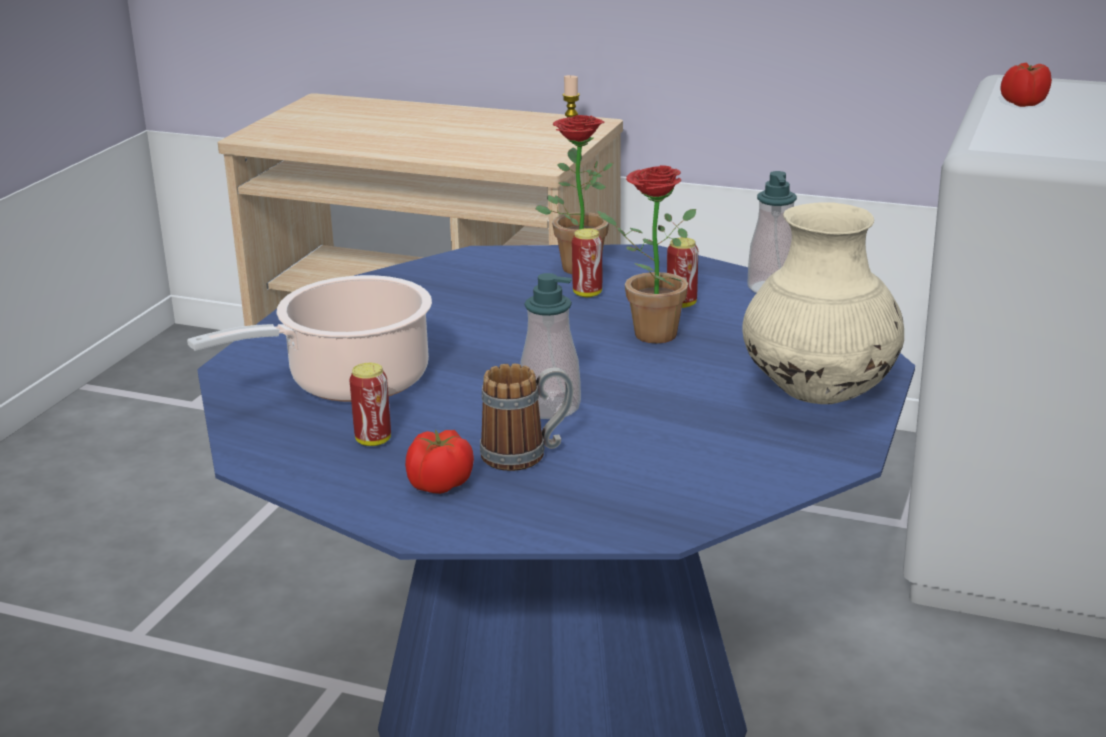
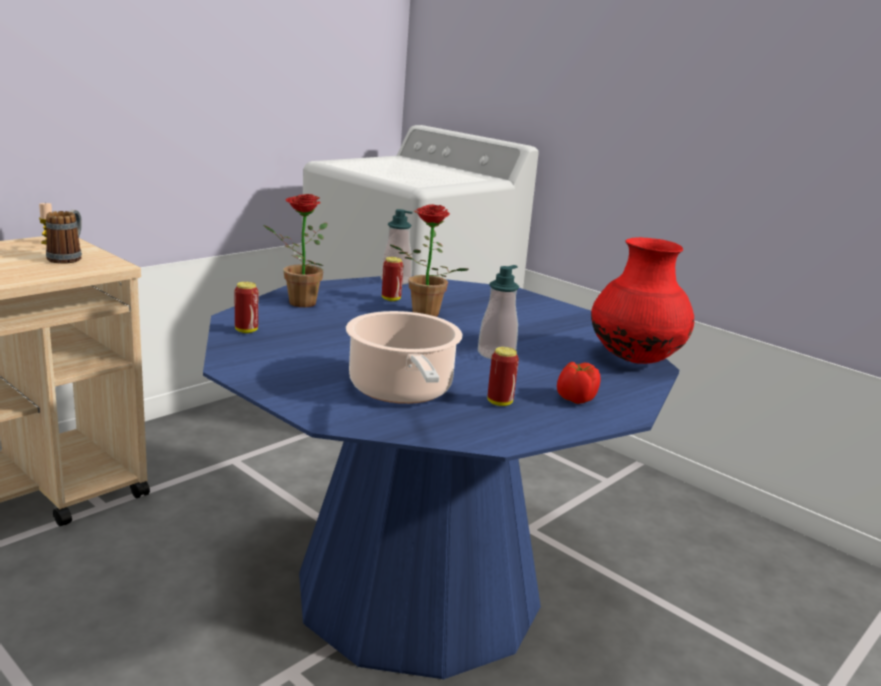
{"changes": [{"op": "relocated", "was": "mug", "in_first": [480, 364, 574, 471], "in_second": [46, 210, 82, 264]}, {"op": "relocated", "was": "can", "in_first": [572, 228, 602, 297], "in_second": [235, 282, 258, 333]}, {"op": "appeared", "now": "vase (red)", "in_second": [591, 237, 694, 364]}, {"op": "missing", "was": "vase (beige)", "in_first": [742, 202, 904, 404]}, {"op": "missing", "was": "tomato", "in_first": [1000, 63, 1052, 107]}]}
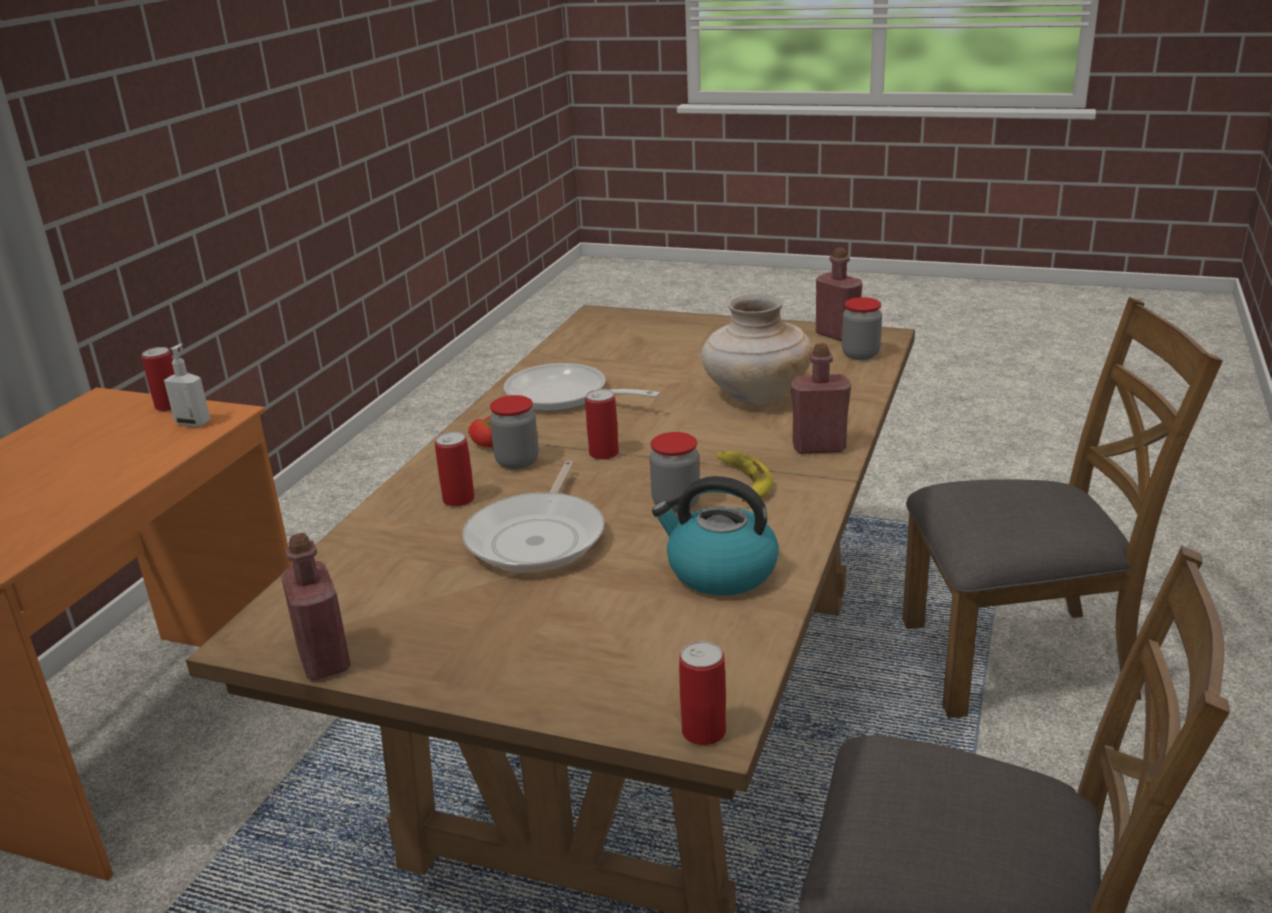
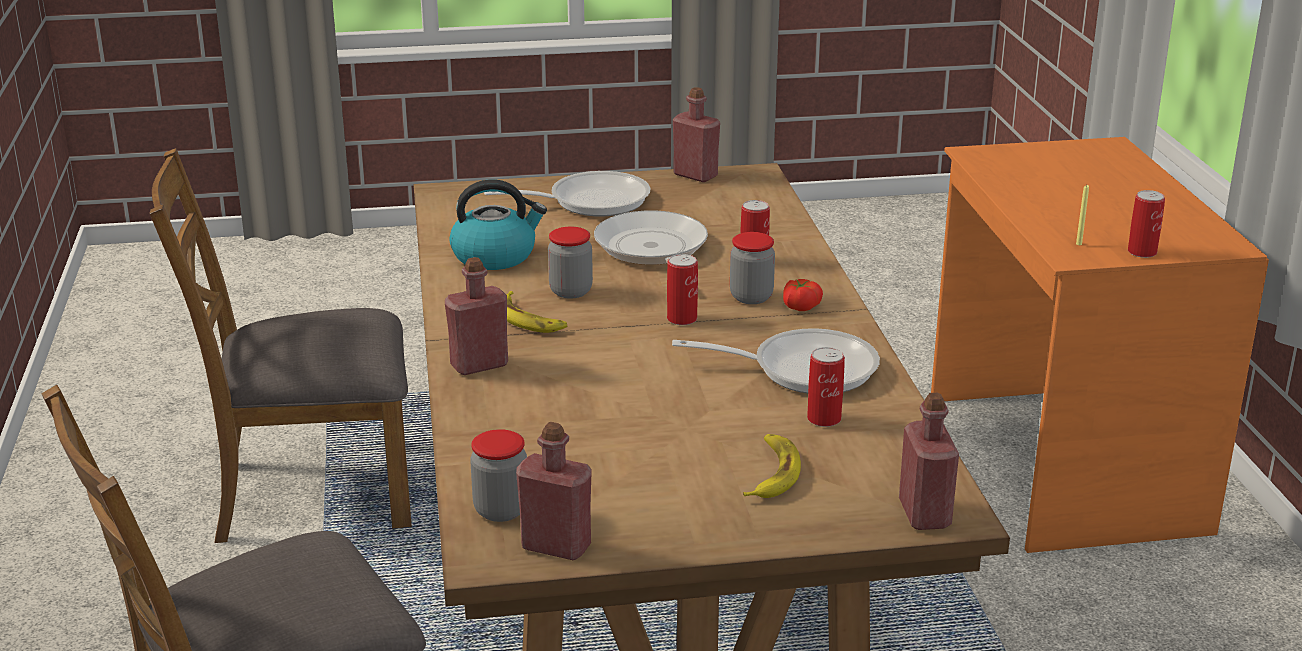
{"changes": [{"op": "appeared", "now": "frying pan", "in_second": [484, 171, 650, 216]}, {"op": "appeared", "now": "banana", "in_second": [743, 434, 801, 498]}, {"op": "relocated", "was": "can", "in_first": [679, 641, 726, 745], "in_second": [807, 347, 845, 427]}, {"op": "appeared", "now": "bottle (red)", "in_second": [899, 393, 959, 530]}, {"op": "exchanged", "was": "soap dispenser", "now": "candle (yellow)", "in_first": [164, 343, 211, 427], "in_second": [1076, 185, 1089, 245]}, {"op": "missing", "was": "vase (beige)", "in_first": [701, 294, 813, 404]}]}
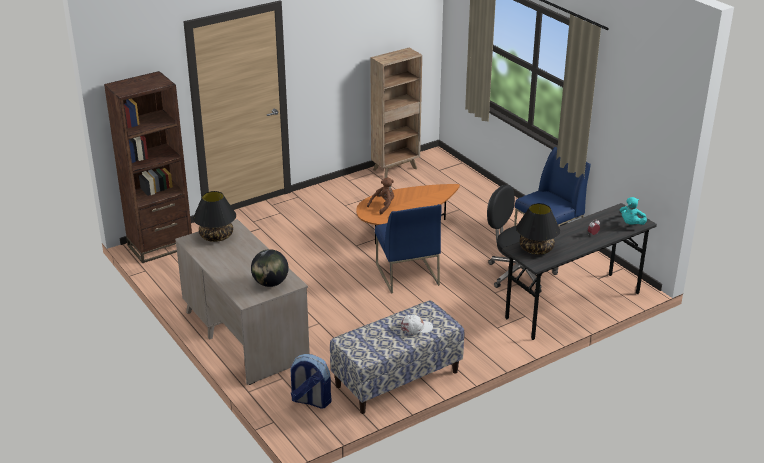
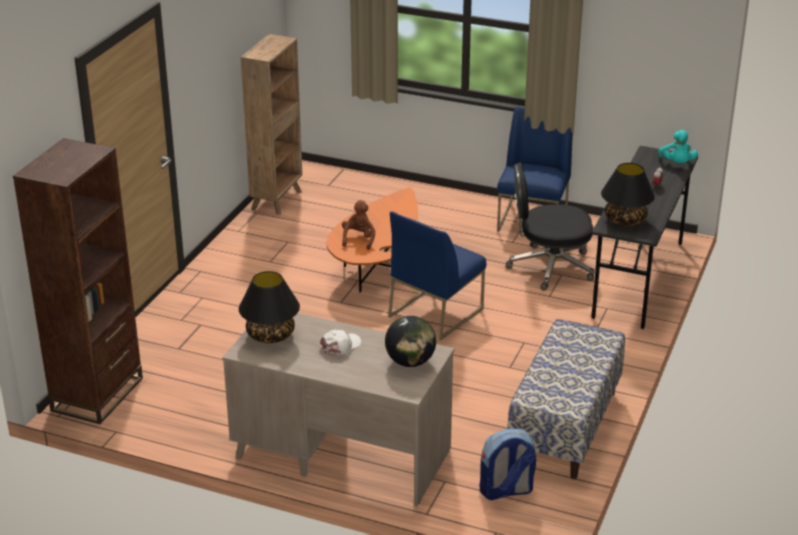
{"changes": [{"op": "relocated", "was": "cap (white)", "in_first": [400, 314, 433, 335], "in_second": [320, 330, 361, 356]}, {"op": "spun", "was": "chair (blue)", "in_first": [375, 204, 442, 294], "in_second": [388, 211, 486, 340], "clockwise": 90}]}
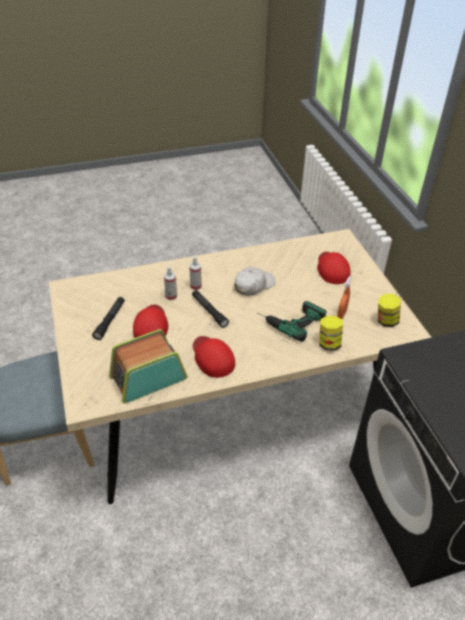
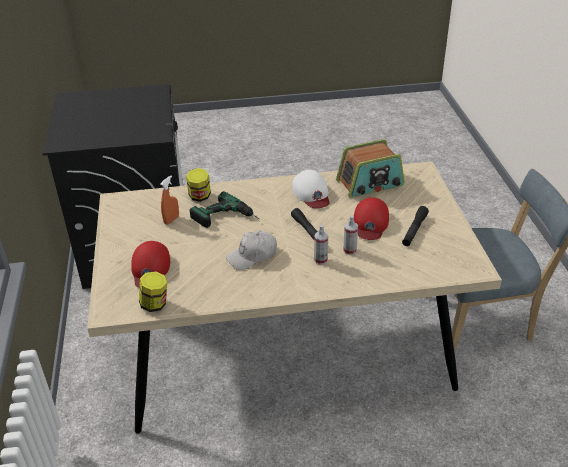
{"changes": [{"op": "relocated", "was": "jar", "in_first": [378, 294, 401, 327], "in_second": [139, 272, 167, 312]}, {"op": "colour", "was": "cap (red)", "now": "cap (white)", "in_first": [193, 336, 235, 378], "in_second": [292, 170, 330, 208]}]}
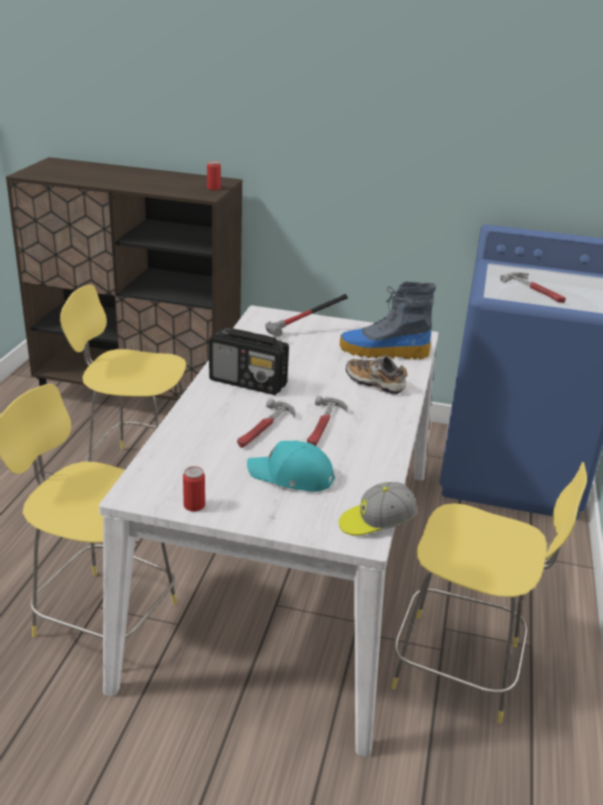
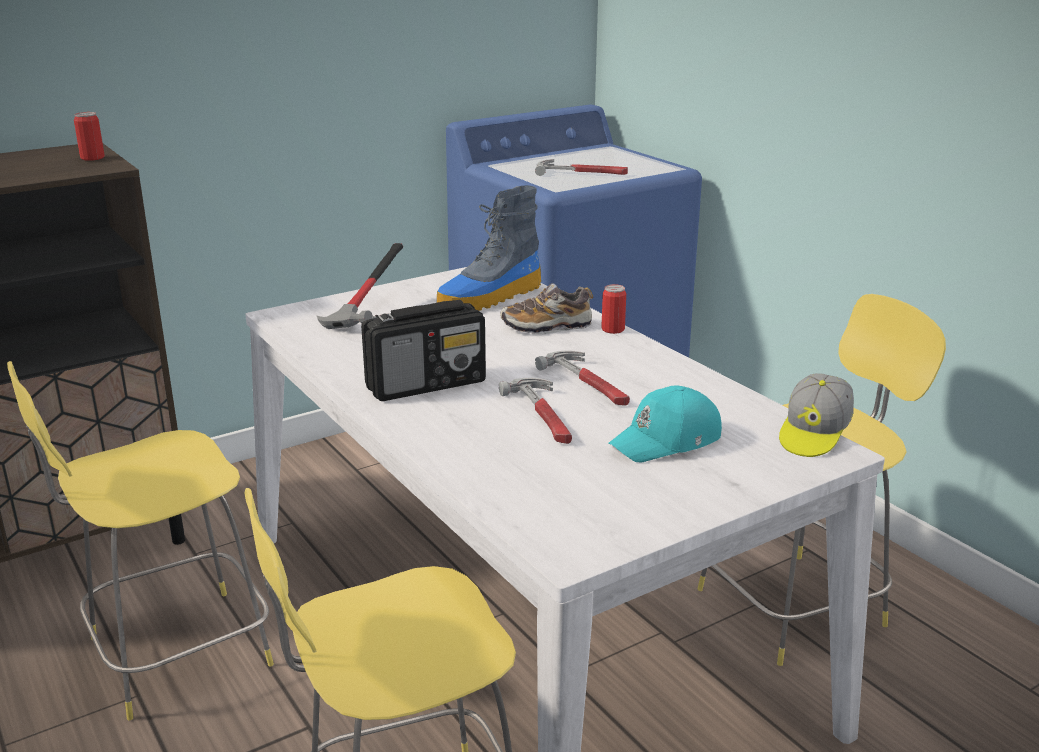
{"changes": [{"op": "relocated", "was": "can", "in_first": [183, 466, 205, 511], "in_second": [601, 284, 626, 334]}]}
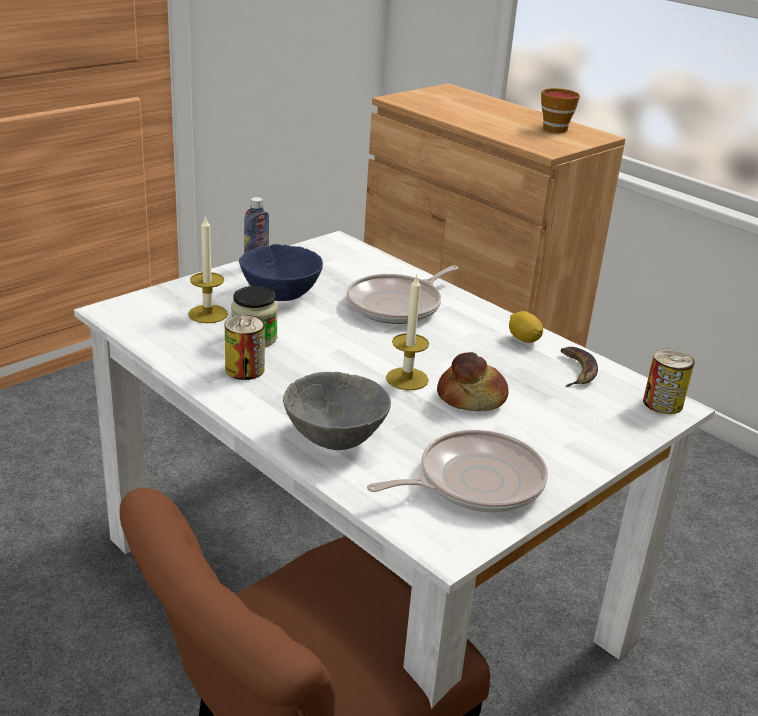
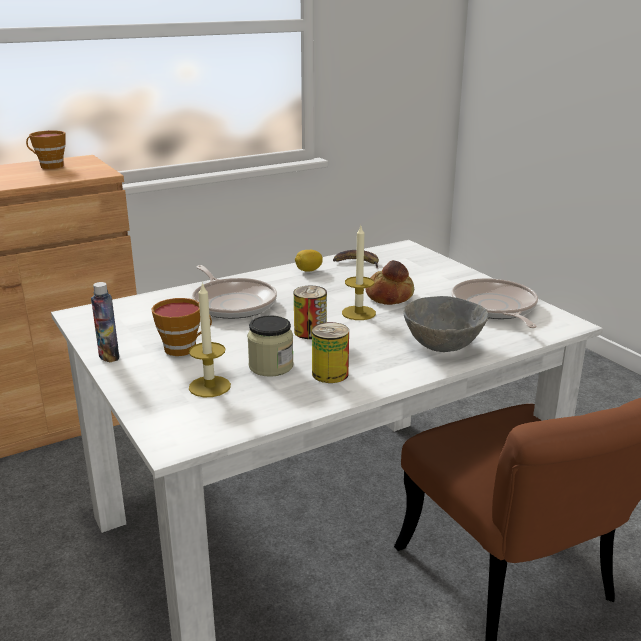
{"changes": [{"op": "exchanged", "was": "bowl (blue)", "now": "cup", "in_first": [239, 244, 323, 301], "in_second": [151, 298, 212, 356]}, {"op": "relocated", "was": "can", "in_first": [643, 349, 694, 414], "in_second": [294, 286, 327, 339]}]}
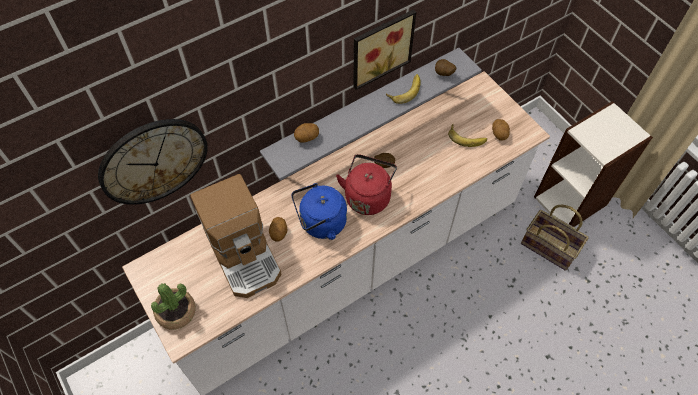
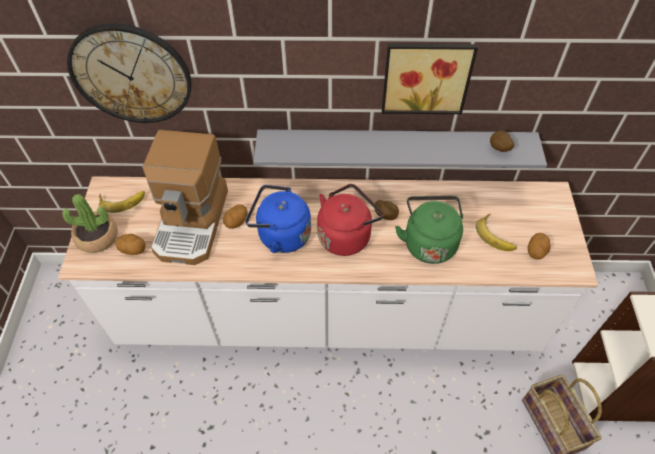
{"changes": [{"op": "relocated", "was": "banana", "in_first": [386, 74, 421, 104], "in_second": [99, 191, 145, 213]}, {"op": "relocated", "was": "potato", "in_first": [294, 123, 319, 143], "in_second": [115, 234, 146, 255]}, {"op": "appeared", "now": "kettle (green)", "in_second": [395, 196, 463, 264]}]}
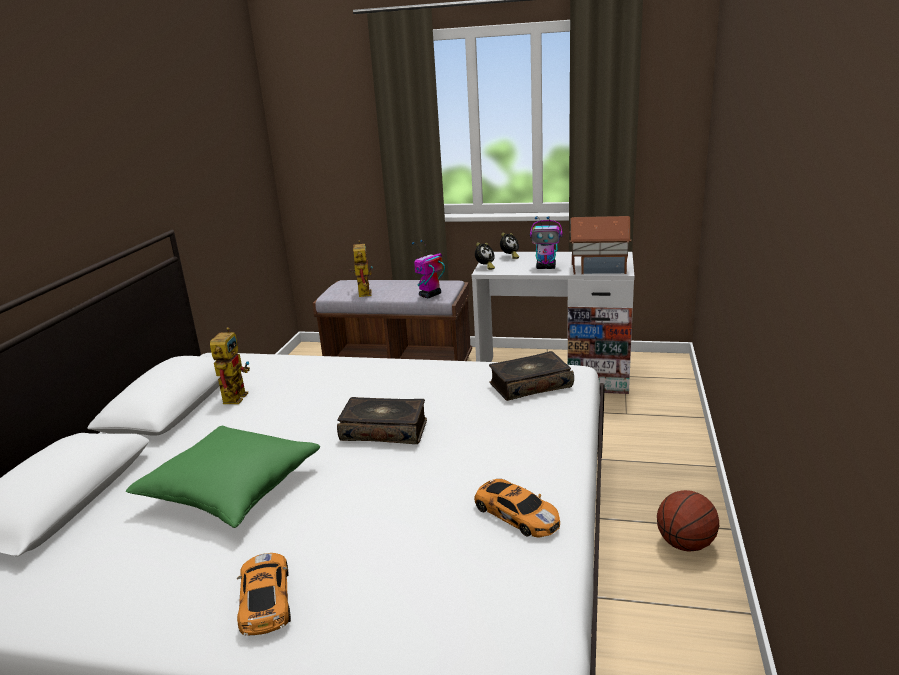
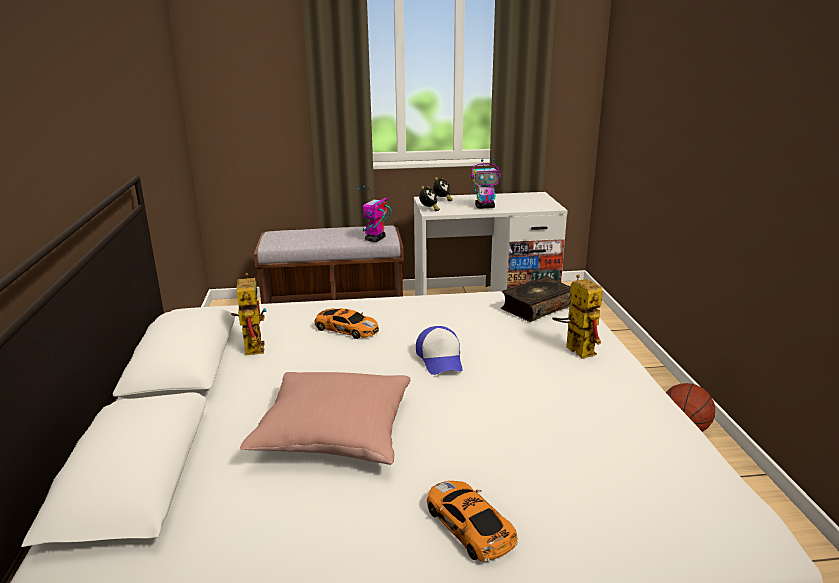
{"changes": [{"op": "colour", "was": "pillow (green)", "now": "pillow (pink)", "in_first": [126, 426, 320, 528], "in_second": [240, 372, 411, 465]}, {"op": "relocated", "was": "toy car", "in_first": [474, 479, 560, 537], "in_second": [314, 309, 379, 339]}, {"op": "exchanged", "was": "book", "now": "cap", "in_first": [337, 397, 427, 444], "in_second": [416, 326, 463, 375]}, {"op": "relocated", "was": "toy robot", "in_first": [349, 240, 373, 297], "in_second": [552, 275, 603, 359]}, {"op": "missing", "was": "toy house", "in_first": [570, 216, 631, 274]}]}
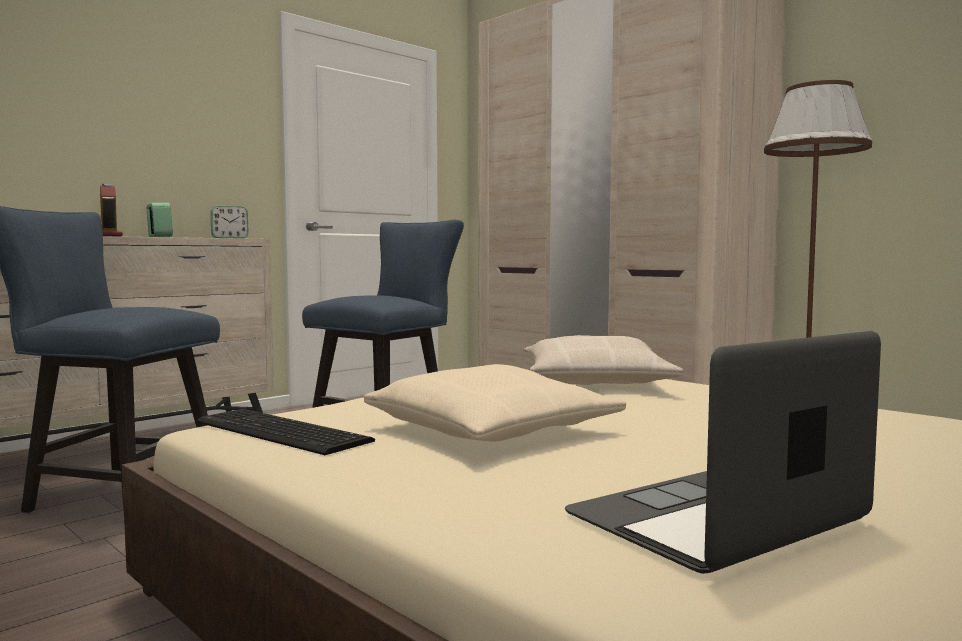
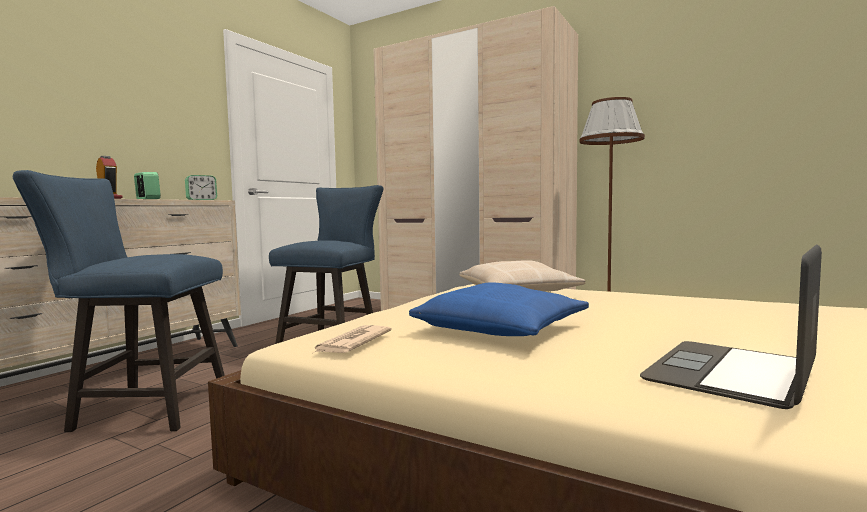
{"changes": [{"op": "exchanged", "was": "keyboard", "now": "newspaper", "in_first": [197, 409, 375, 455], "in_second": [313, 325, 392, 353]}, {"op": "colour", "was": "pillow (beige)", "now": "pillow (blue)", "in_first": [364, 364, 626, 442], "in_second": [409, 282, 589, 336]}]}
